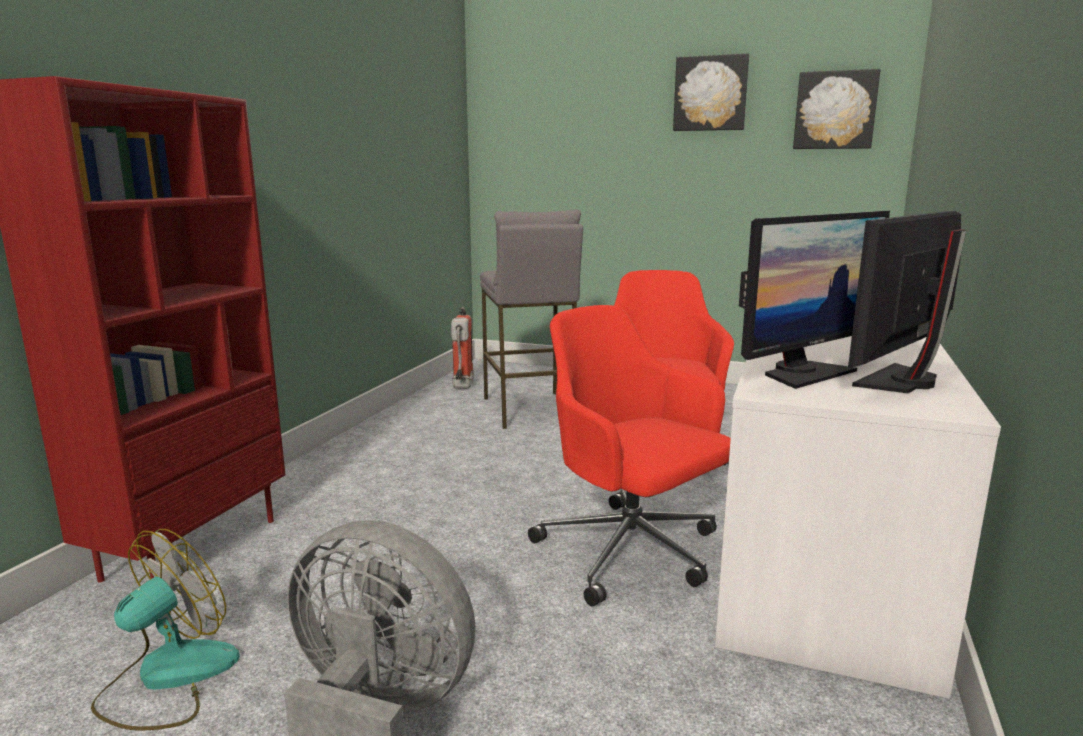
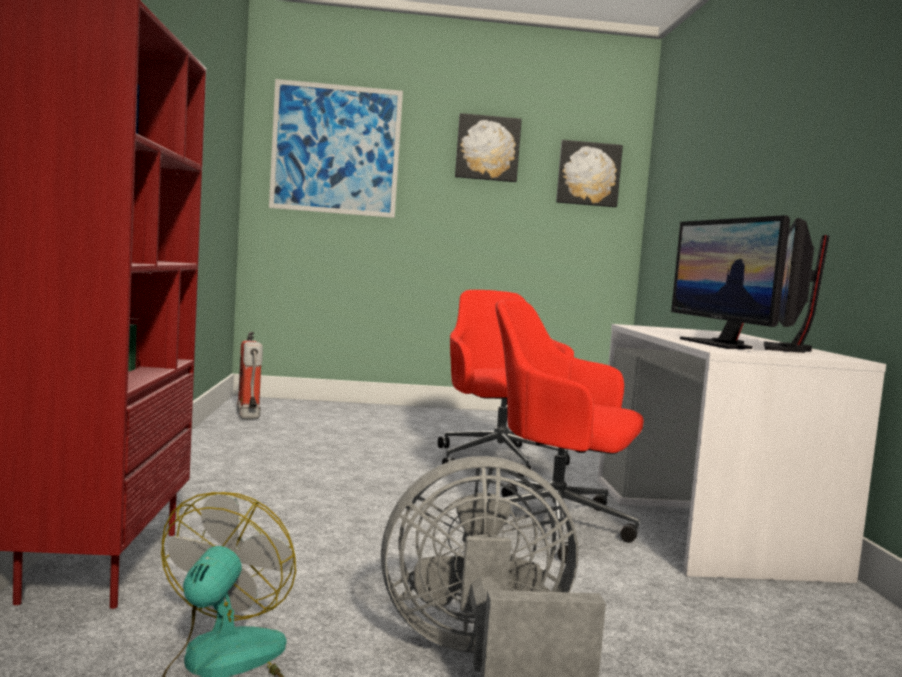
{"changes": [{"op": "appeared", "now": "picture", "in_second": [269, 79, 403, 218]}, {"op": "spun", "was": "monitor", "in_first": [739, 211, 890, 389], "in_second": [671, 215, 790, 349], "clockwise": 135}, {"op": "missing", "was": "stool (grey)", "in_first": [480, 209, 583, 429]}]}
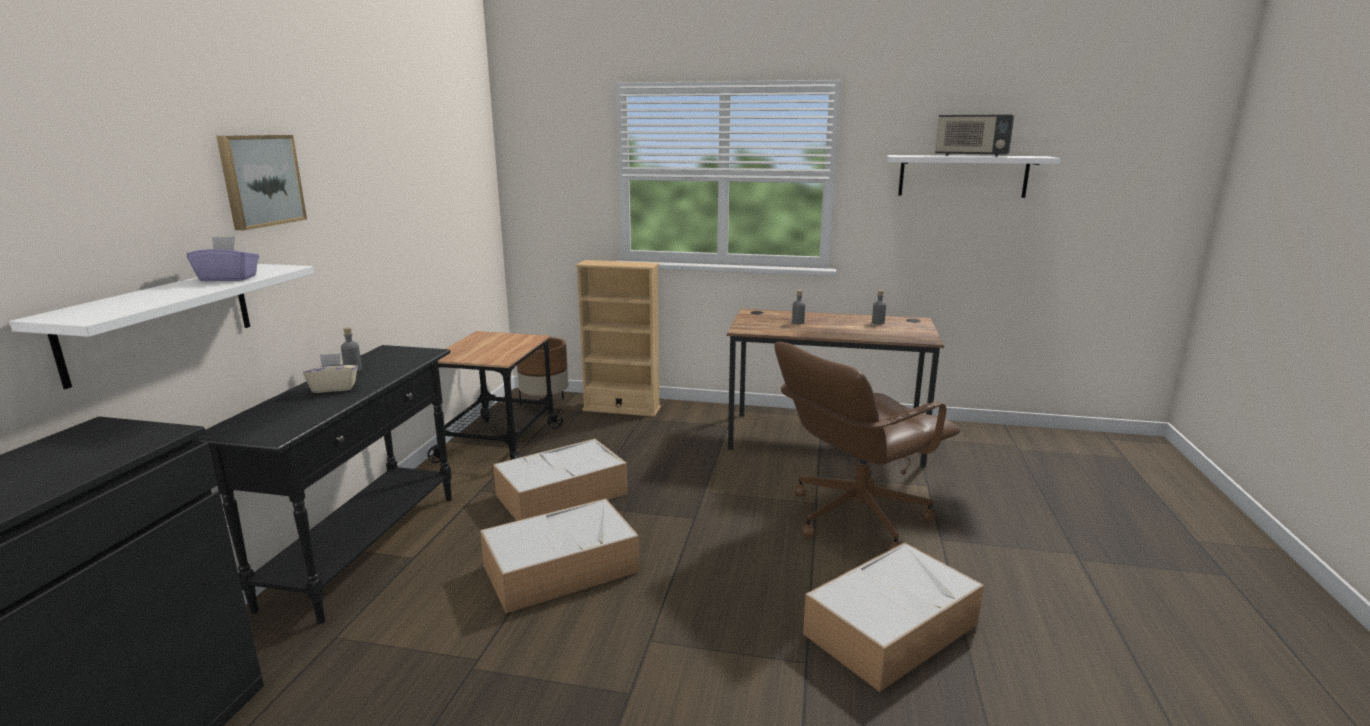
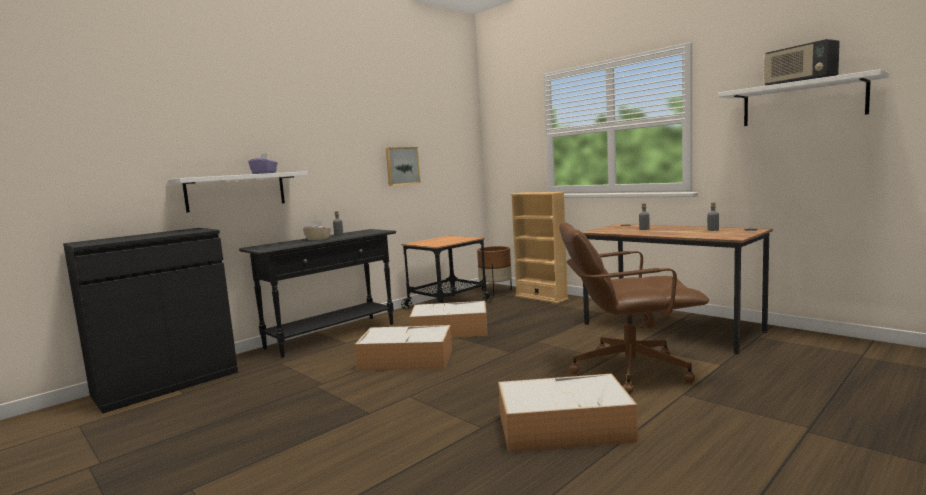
{"changes": [{"op": "relocated", "was": "picture", "in_first": [216, 135, 307, 230], "in_second": [386, 147, 421, 186]}]}
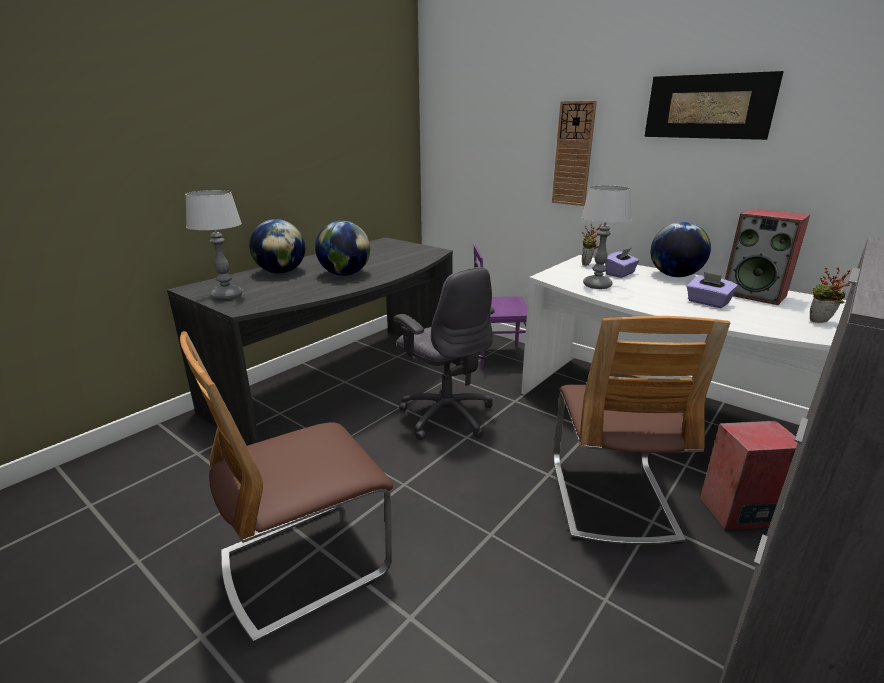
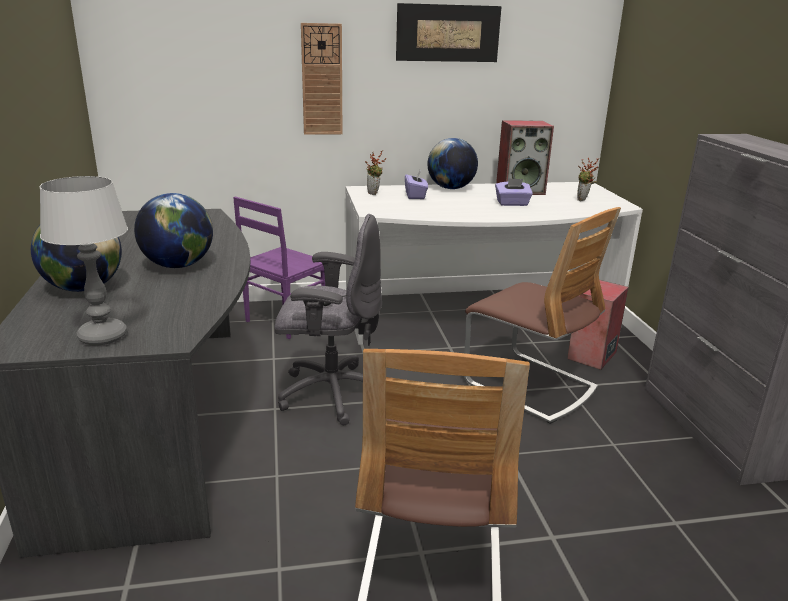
{"changes": [{"op": "missing", "was": "table lamp", "in_first": [581, 185, 632, 289]}]}
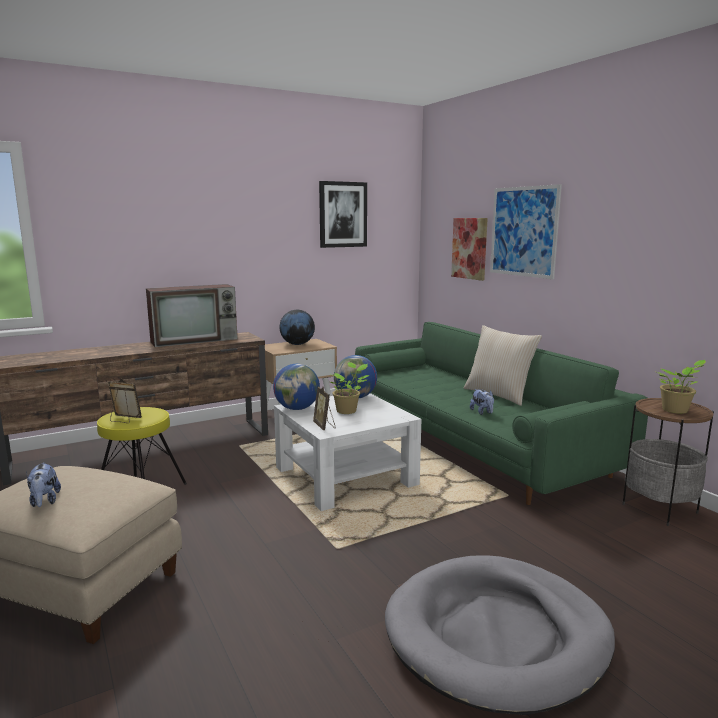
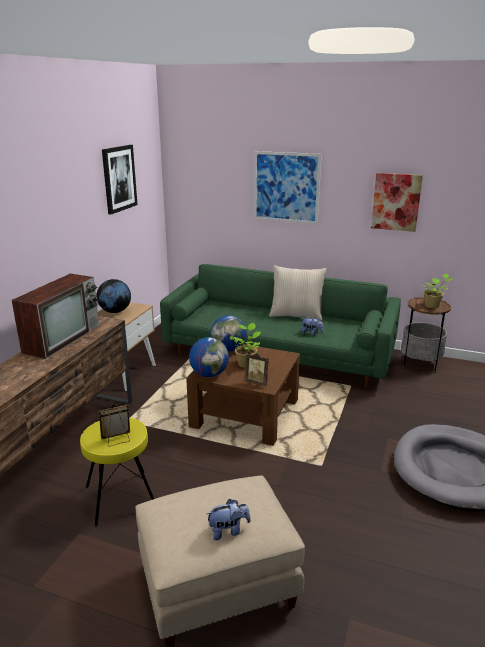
{"changes": [{"op": "colour", "was": "coffee table (white)", "now": "coffee table (brown)", "in_first": [274, 393, 422, 511], "in_second": [186, 344, 300, 446]}, {"op": "spun", "was": "plush toy", "in_first": [26, 462, 61, 507], "in_second": [206, 499, 251, 540], "clockwise": -45}, {"op": "relocated", "was": "picture", "in_first": [451, 218, 488, 281], "in_second": [371, 173, 423, 232]}]}
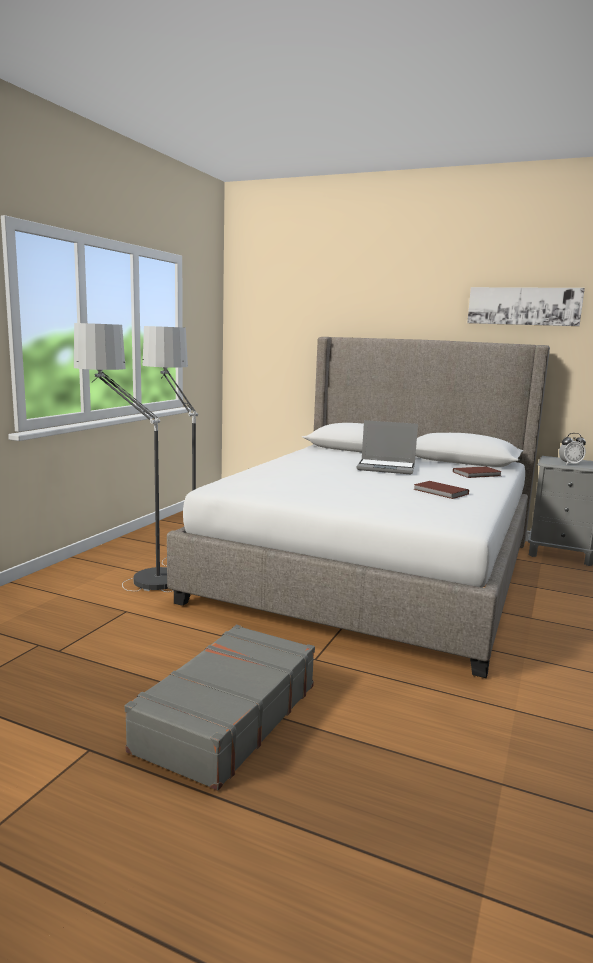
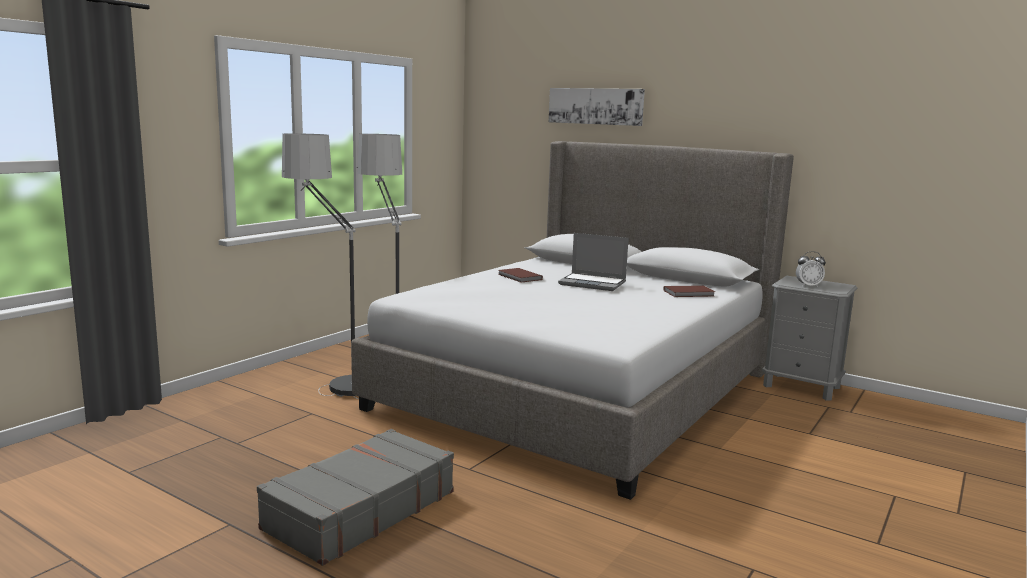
{"changes": [{"op": "relocated", "was": "book (brown)", "in_first": [413, 481, 469, 499], "in_second": [498, 268, 543, 283]}, {"op": "relocated", "was": "picture", "in_first": [467, 287, 585, 326], "in_second": [549, 88, 645, 126]}]}
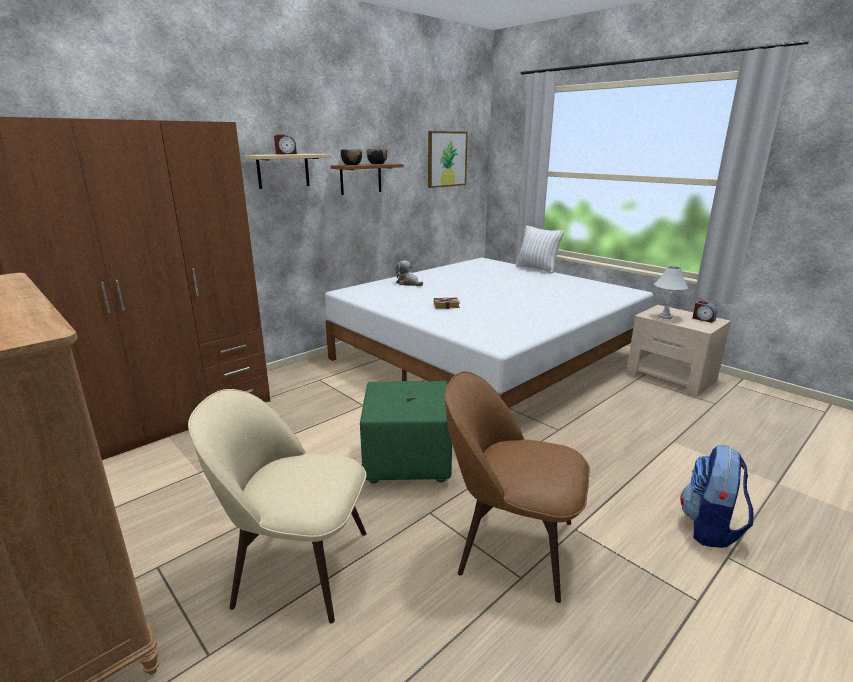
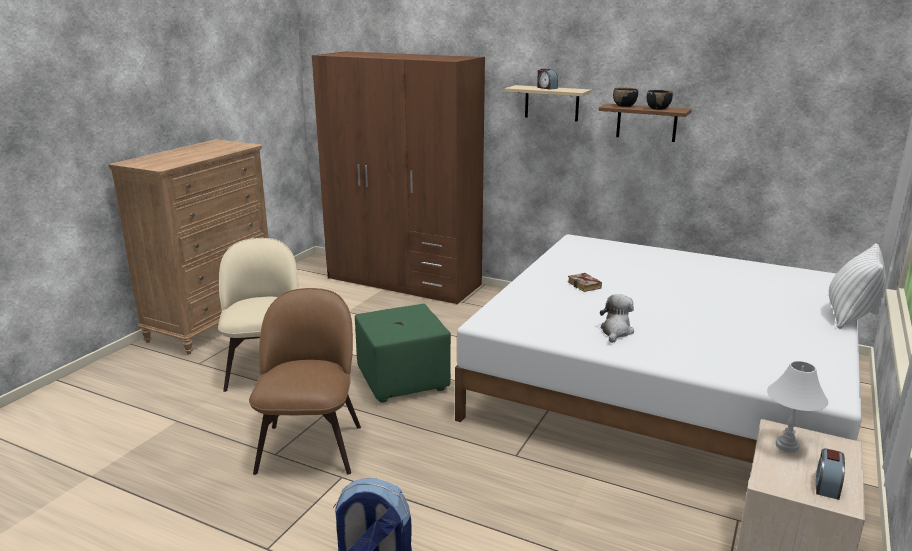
{"changes": [{"op": "relocated", "was": "plush toy", "in_first": [395, 260, 423, 286], "in_second": [600, 294, 634, 343]}, {"op": "missing", "was": "picture", "in_first": [428, 131, 468, 188]}]}
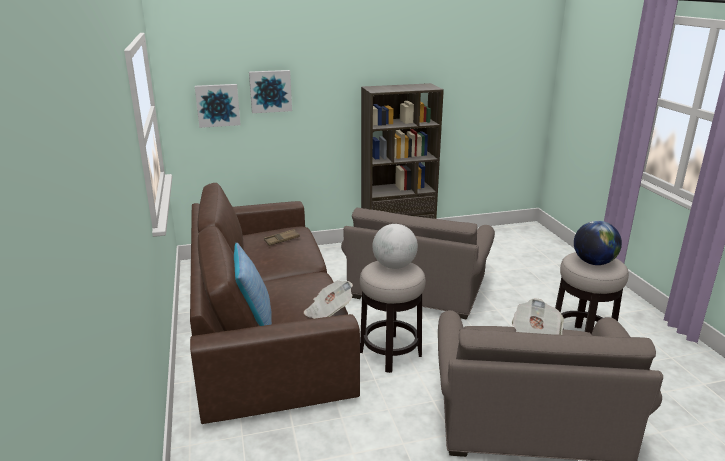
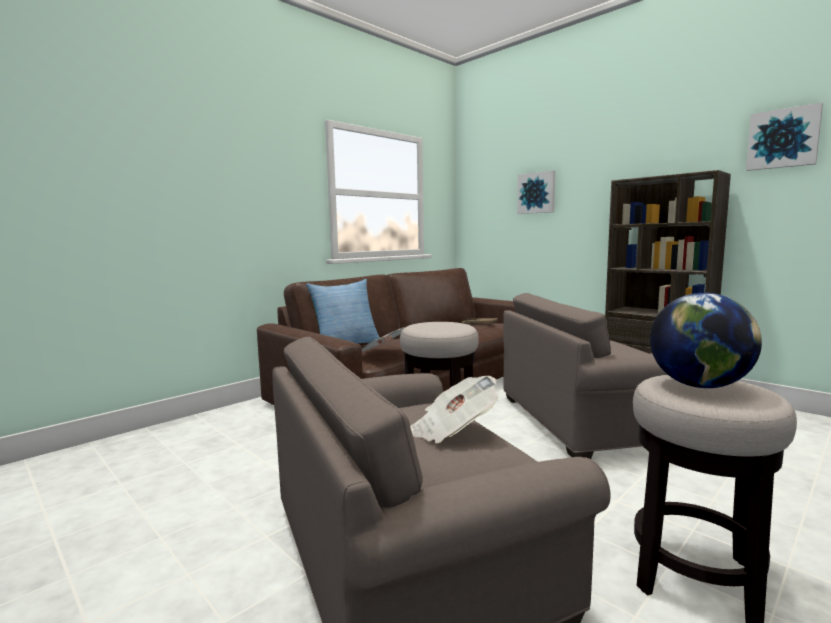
{"changes": [{"op": "relocated", "was": "picture", "in_first": [195, 84, 241, 128], "in_second": [746, 102, 823, 171]}, {"op": "missing", "was": "globe", "in_first": [372, 224, 418, 269]}]}
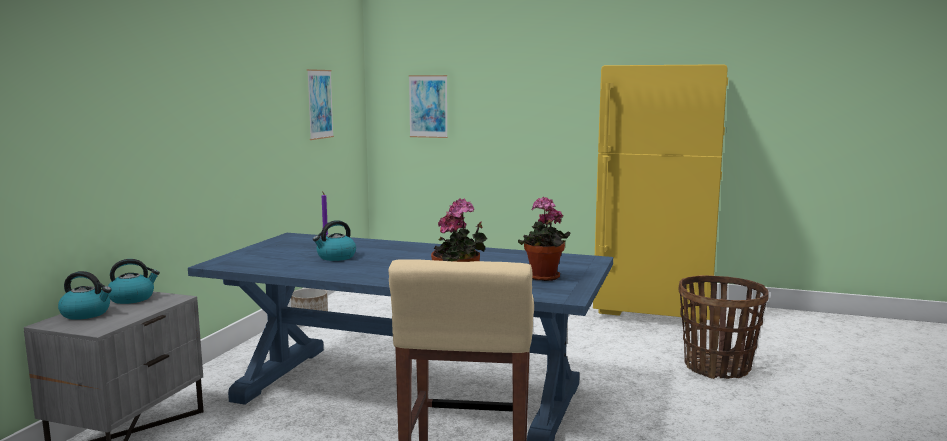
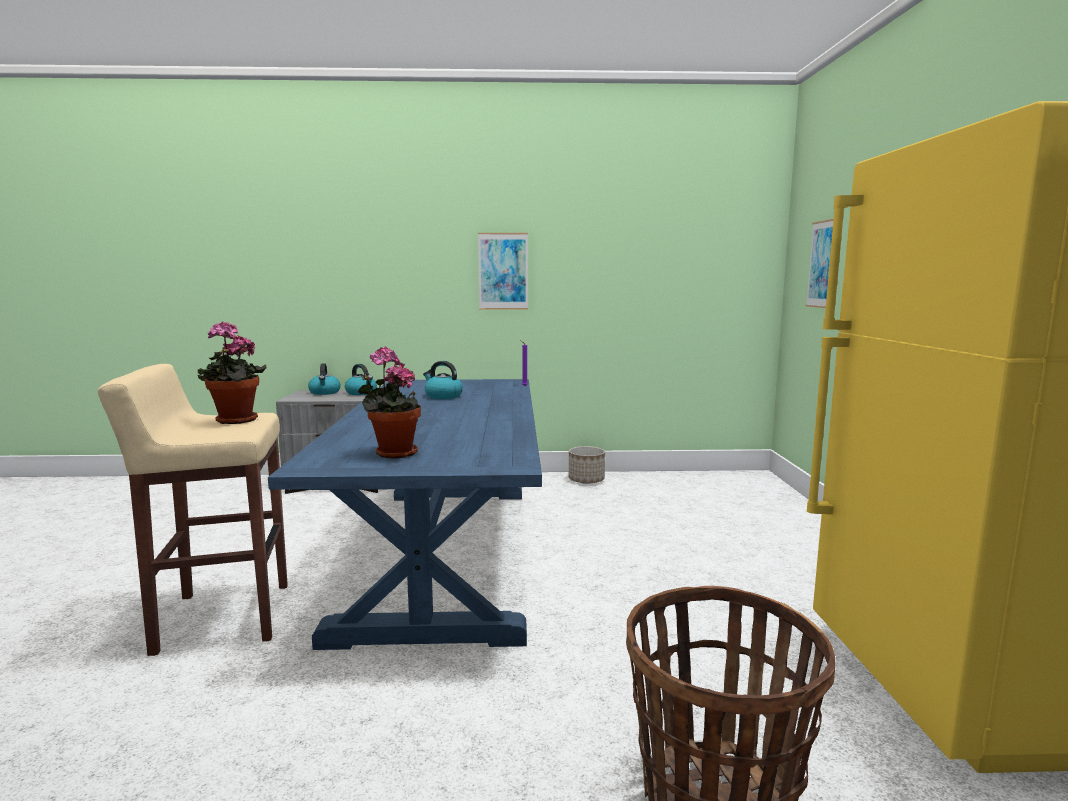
{"changes": [{"op": "relocated", "was": "picture", "in_first": [307, 69, 334, 140], "in_second": [478, 233, 528, 310]}]}
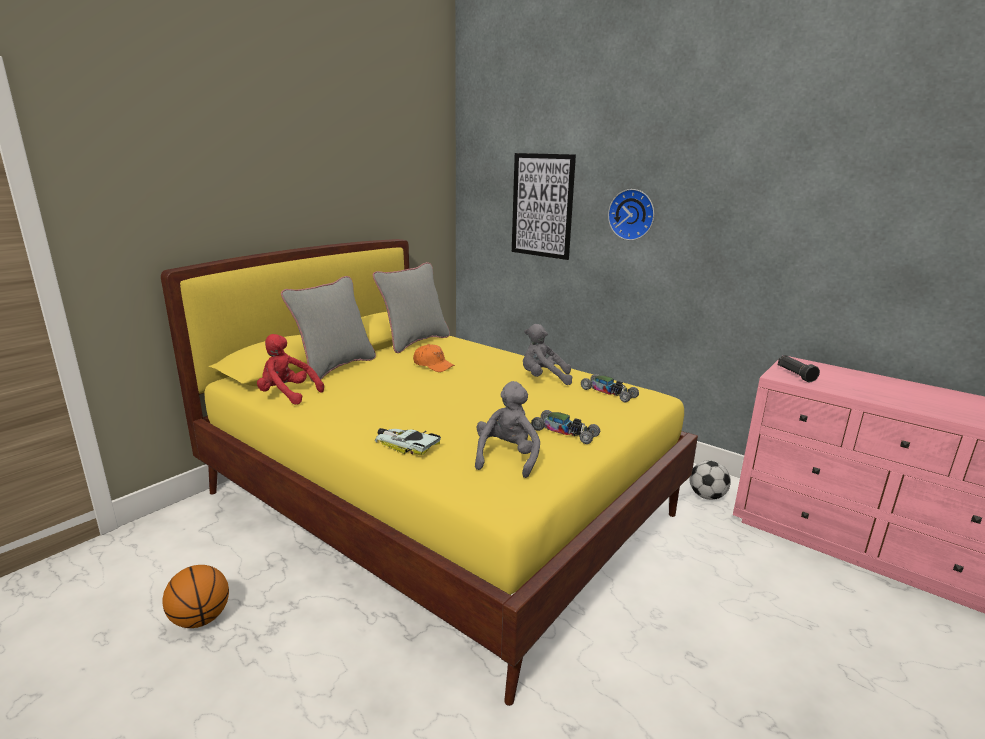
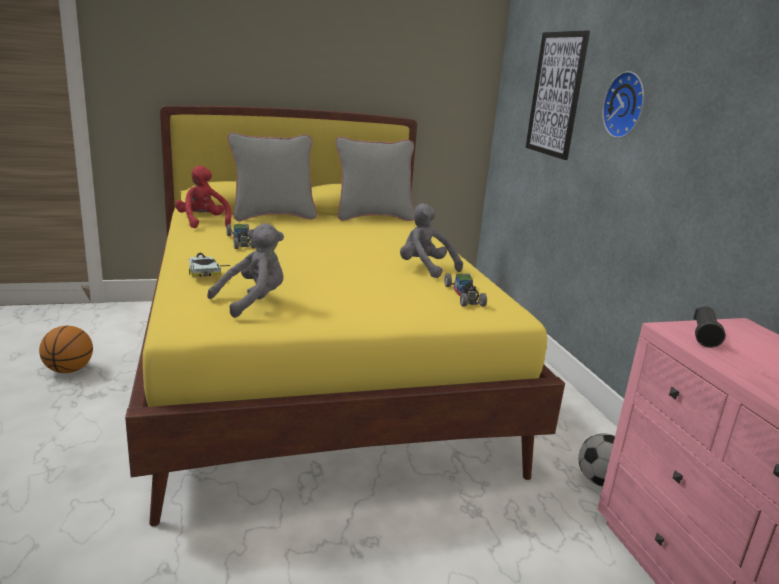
{"changes": [{"op": "relocated", "was": "toy car", "in_first": [531, 410, 600, 444], "in_second": [226, 224, 255, 249]}, {"op": "missing", "was": "cap (orange)", "in_first": [413, 344, 455, 372]}]}
